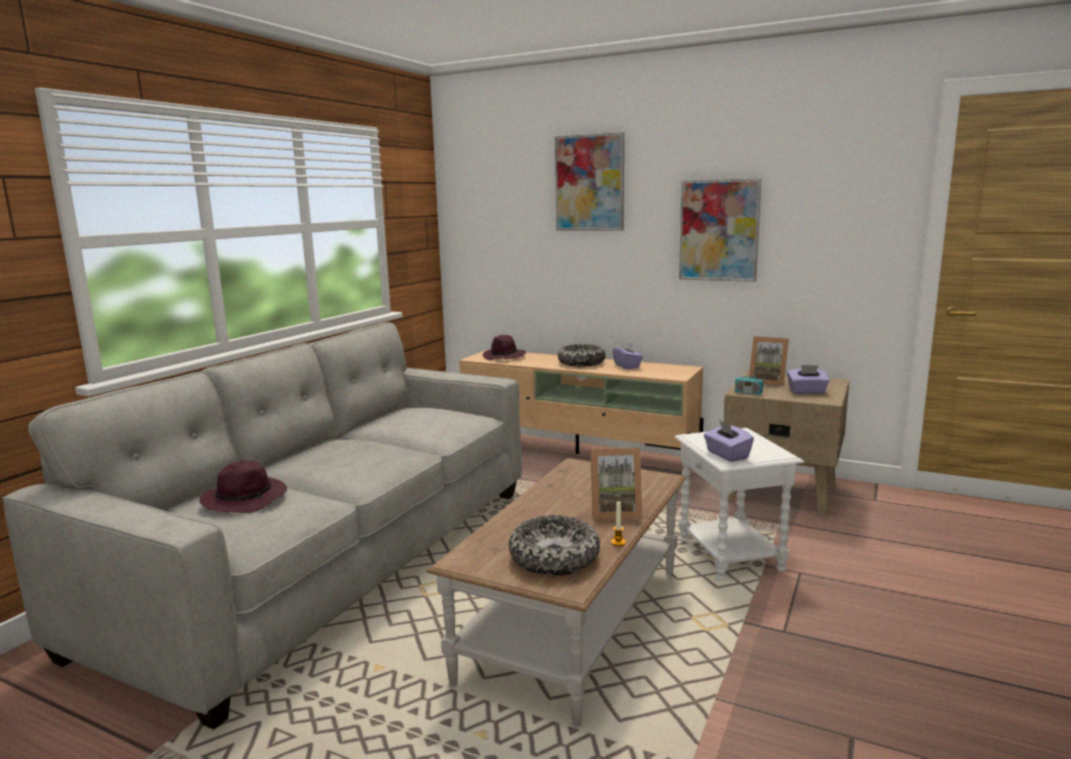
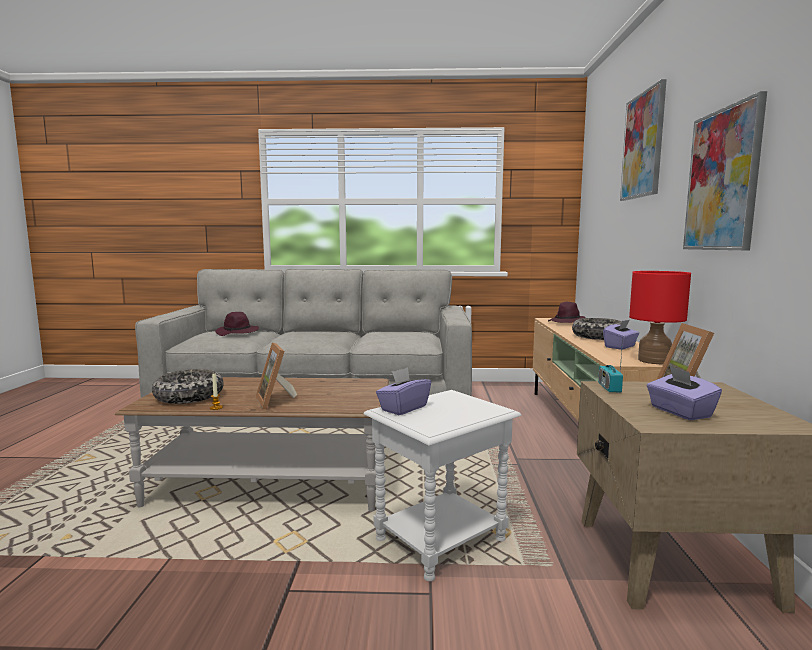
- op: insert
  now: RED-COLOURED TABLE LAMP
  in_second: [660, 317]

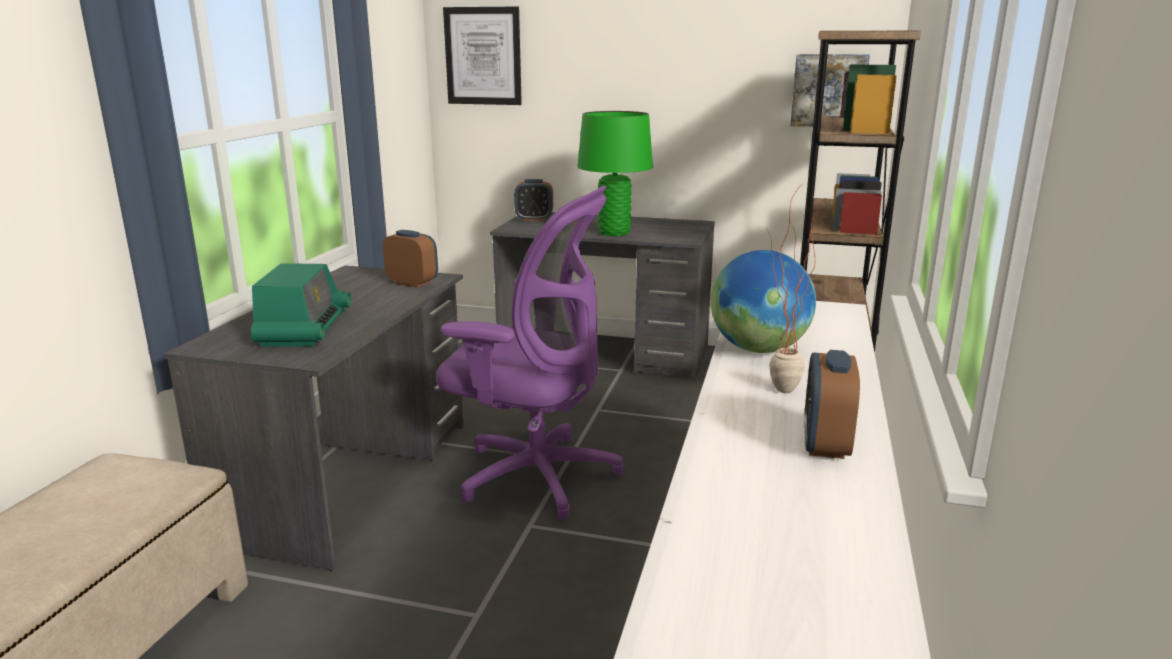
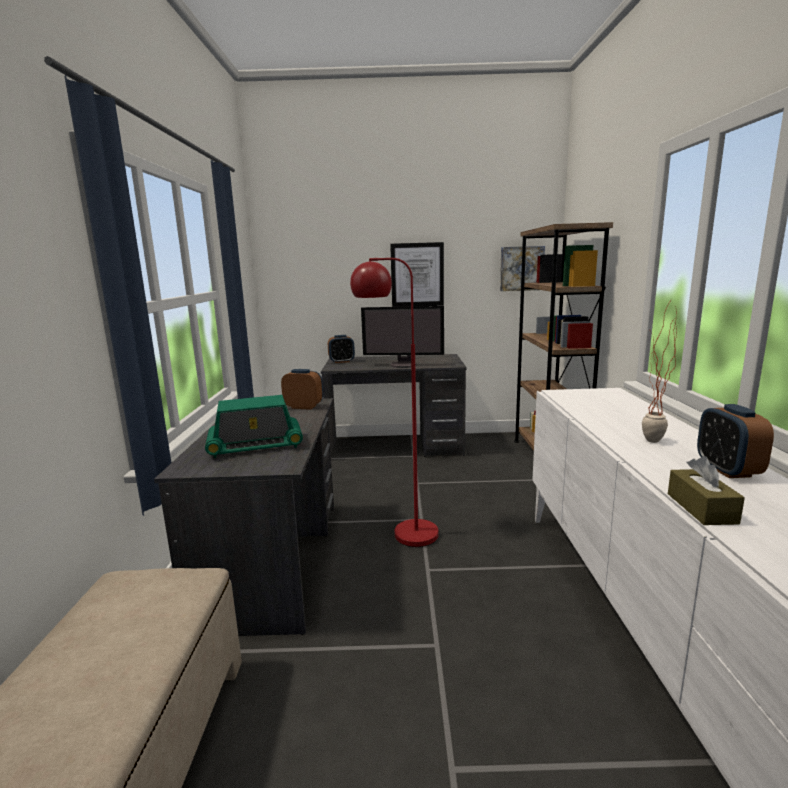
- op: rotate
  was: RADIO
  in_first: [301, 305]
  in_second: [254, 426]
  clockwise: 90
- op: replace
  was: PURPLE-COLOURED DESK CHAIR
  now: RED-COLOURED STANDING LAMP
  in_first: [529, 352]
  in_second: [394, 402]
- op: move
  was: WALL ART
  in_first: [482, 56]
  in_second: [417, 274]
- op: replace
  was: GREEN-COLOURED TABLE LAMP
  now: COMPUTER SCREEN
  in_first: [615, 173]
  in_second: [402, 337]
- op: delete
  was: GLOBE
  in_first: [763, 301]
- op: insert
  now: BROWN BOX OF TISSUES
  in_second: [706, 490]

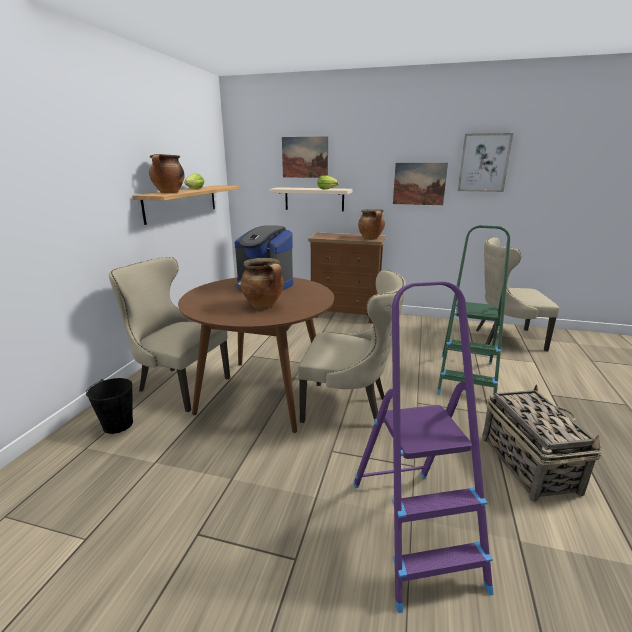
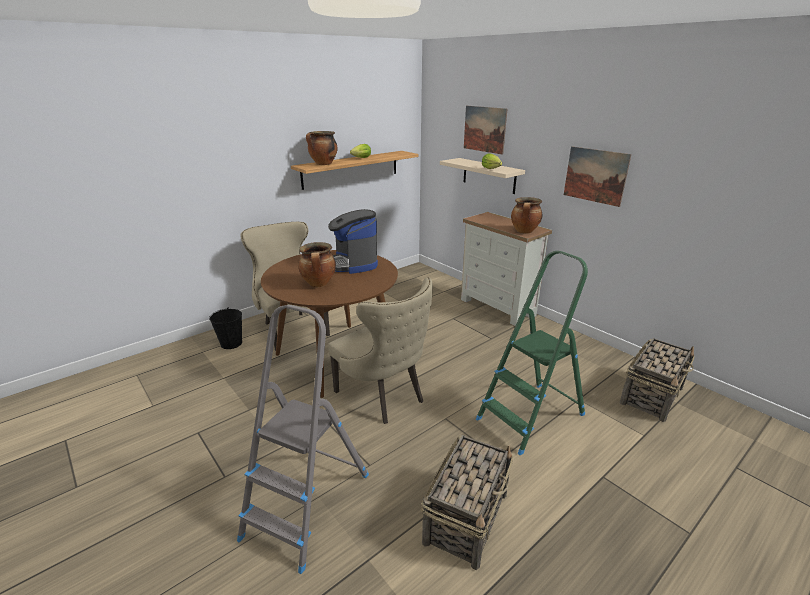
- op: recolor
  was: BROWN CHEST OF DRAWERS
  now: WHITE CHEST OF DRAWERS
  in_first: [347, 277]
  in_second: [506, 269]
- op: recolor
  was: PURPLE-COLOURED STEP LADDER
  now: GREYISH STEP LADDER
  in_first: [423, 447]
  in_second: [303, 439]
- op: delete
  was: WALL ART
  in_first: [485, 162]
- op: replace
  was: BEIGE-COLOURED PLAIN CHAIR
  now: HOUSEHOLD BASKET
  in_first: [518, 294]
  in_second: [657, 380]

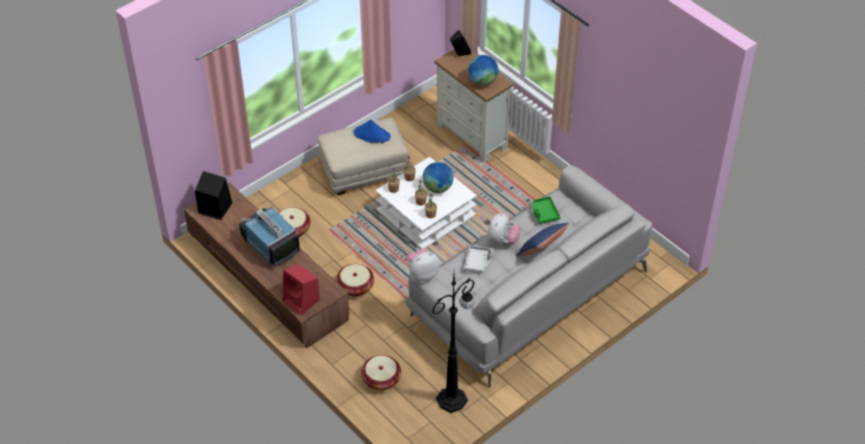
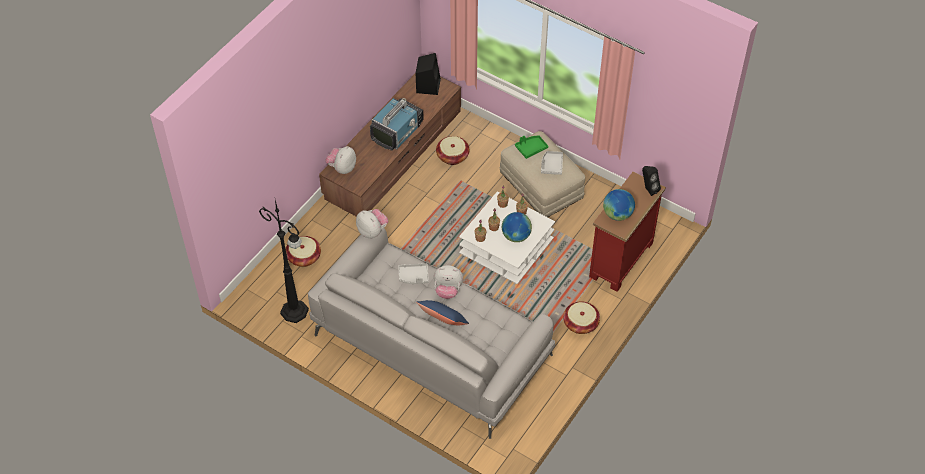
- op: replace
  was: RED-COLOURED SPEAKER
  now: SOFT TOY
  in_first: [301, 290]
  in_second: [340, 160]
- op: move
  was: HOUSEHOLD BASKET
  in_first: [355, 280]
  in_second: [581, 318]
- op: replace
  was: BLUE CLOTHING HAT
  now: GREYISH TRAY
  in_first: [372, 131]
  in_second: [552, 163]
- op: recolor
  was: WHITE CHEST OF DRAWERS
  now: RED-COLOURED CHEST OF DRAWERS
  in_first: [474, 105]
  in_second: [627, 231]
- op: move
  was: GREEN-COLOURED TRAY
  in_first: [547, 210]
  in_second: [531, 147]

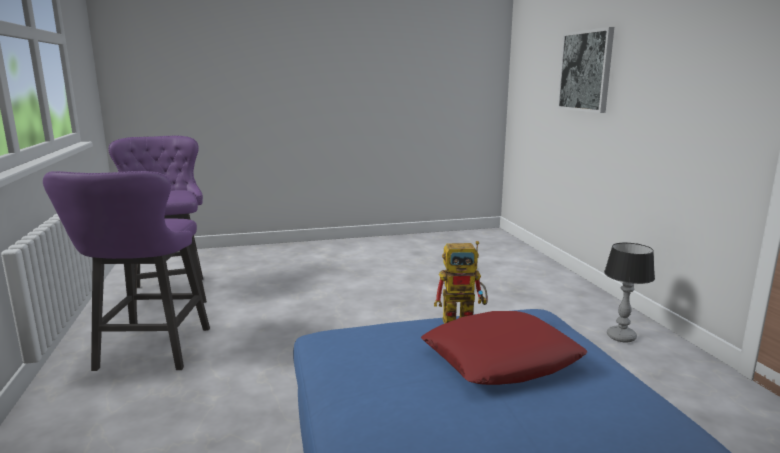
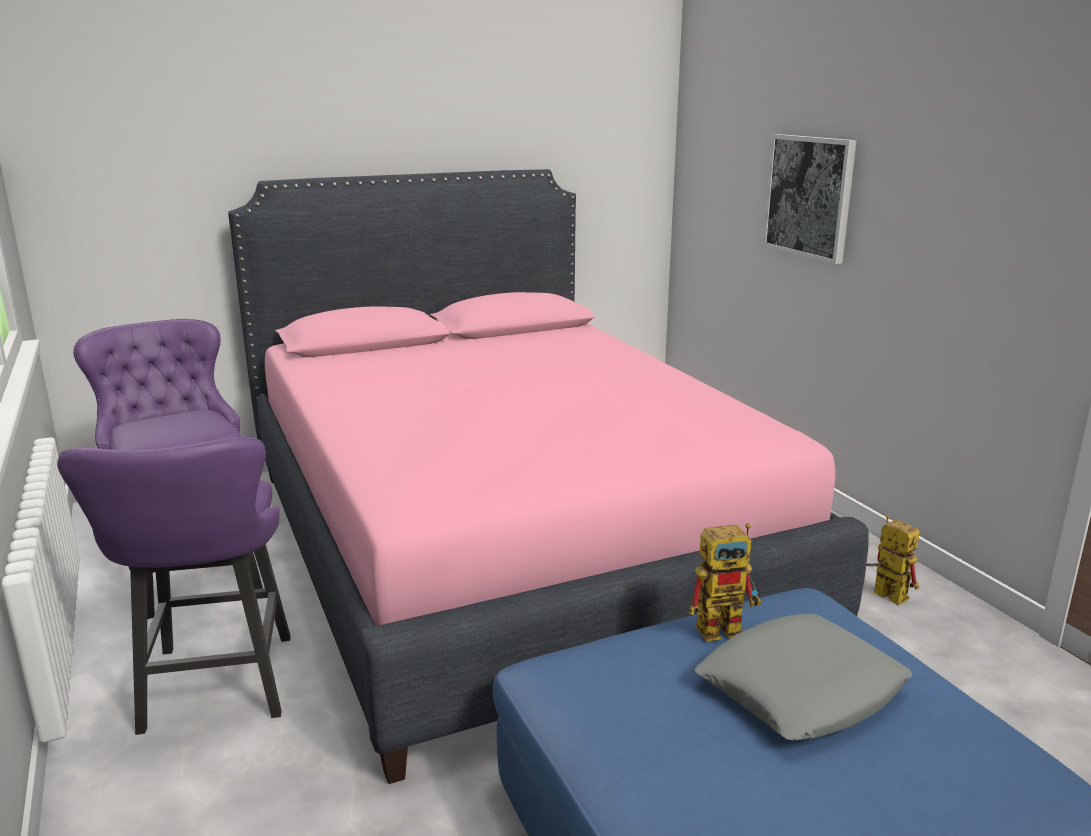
- op: recolor
  was: RED-COLOURED CUSHION
  now: GREYISH CUSHION
  in_first: [504, 348]
  in_second: [803, 677]
- op: replace
  was: TABLE LAMP
  now: MODEL ROBOT
  in_first: [629, 293]
  in_second: [893, 560]
- op: insert
  now: PINK-COLOURED BEDROOM BED
  in_second: [548, 476]

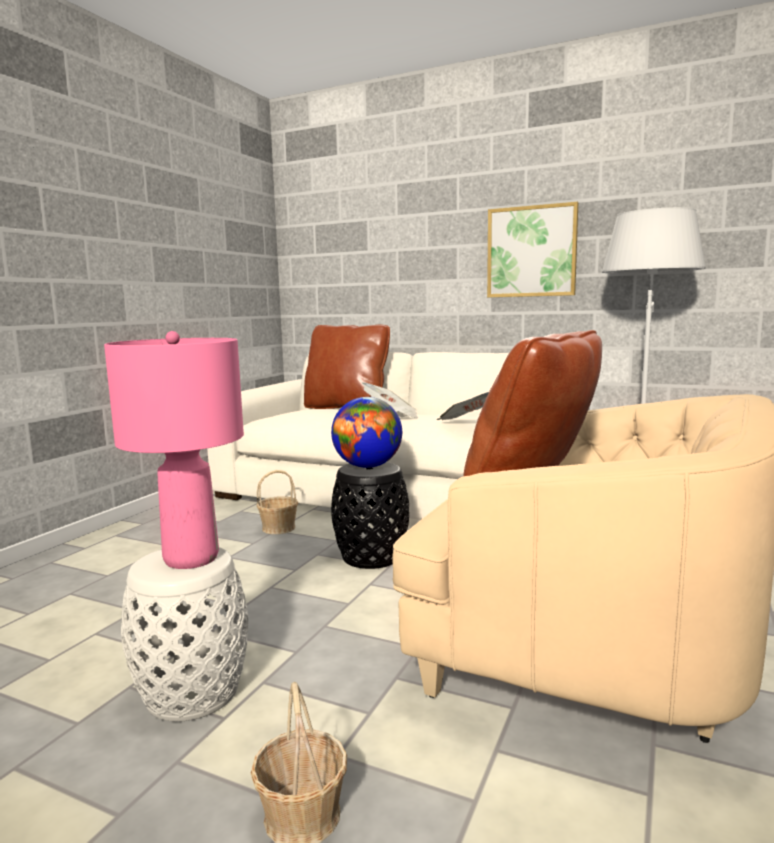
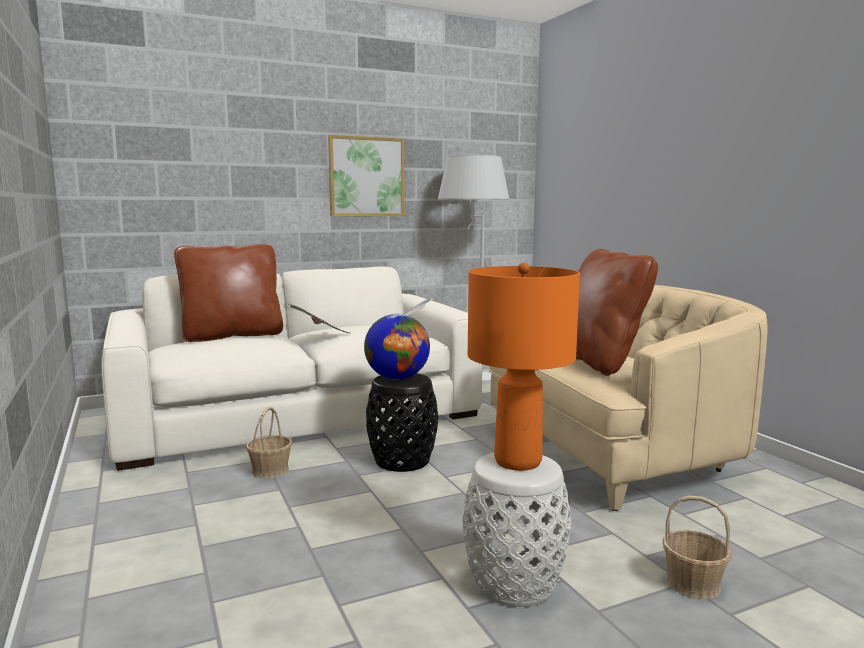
- op: recolor
  was: PINK-COLOURED TABLE LAMP
  now: ORANGE-COLOURED TABLE LAMP
  in_first: [174, 450]
  in_second: [524, 367]

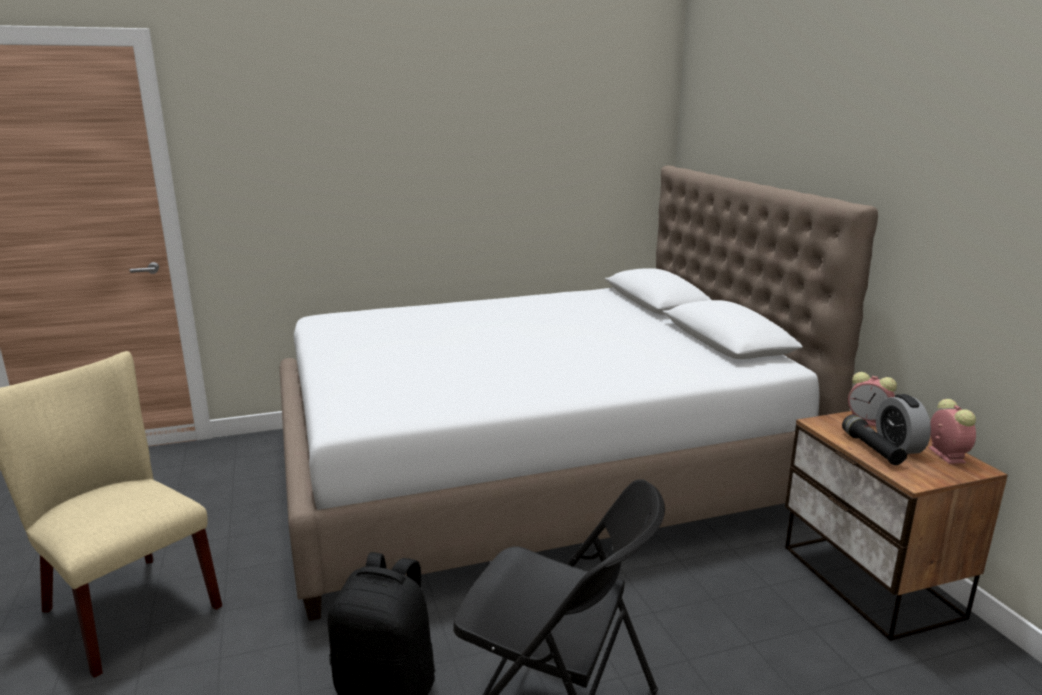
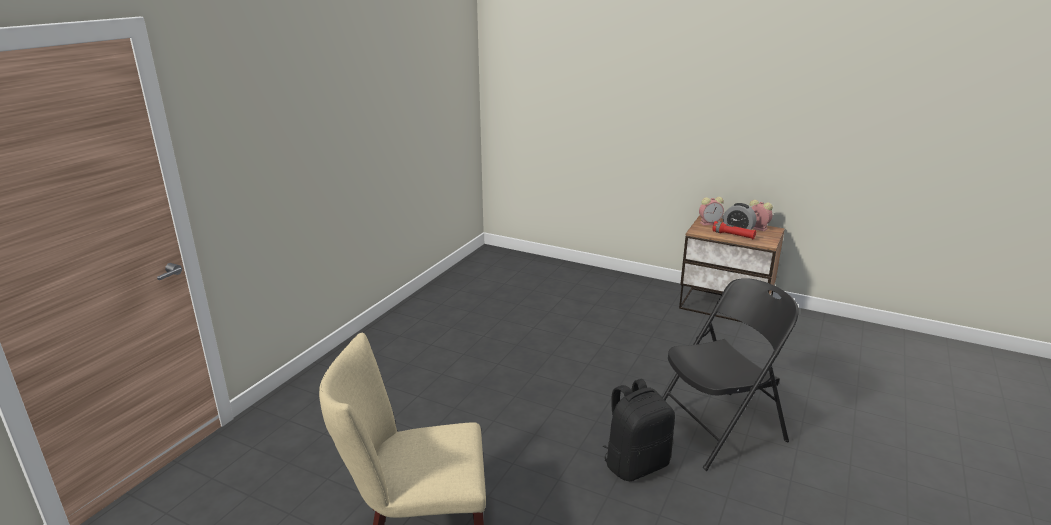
- op: delete
  was: WHITE BEDROOM BED
  in_first: [578, 393]
- op: recolor
  was: BLACK-COLOURED HAND TORCH
  now: RED-COLOURED HAND TORCH
  in_first: [875, 440]
  in_second: [734, 230]

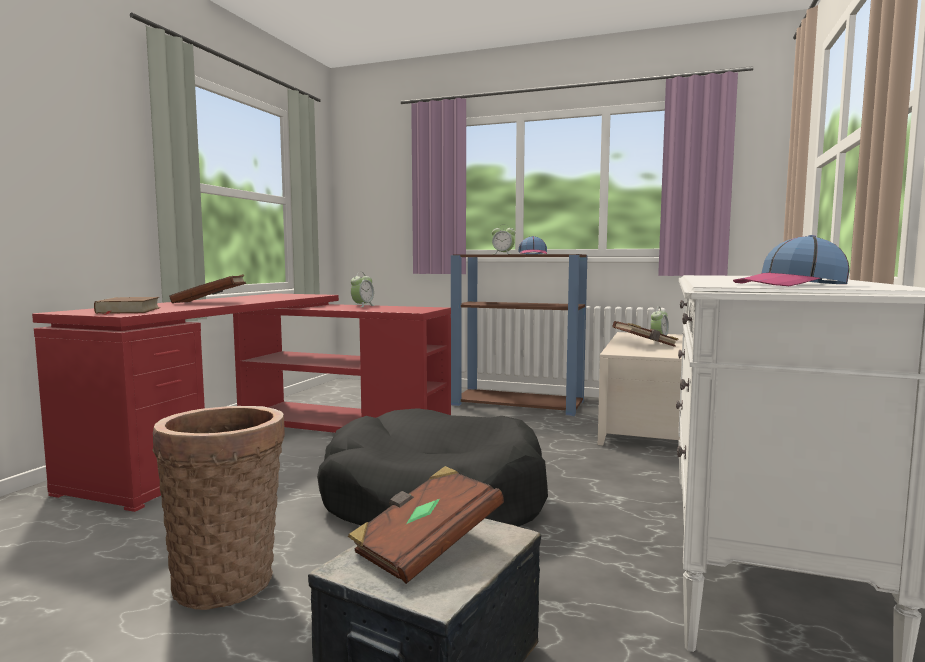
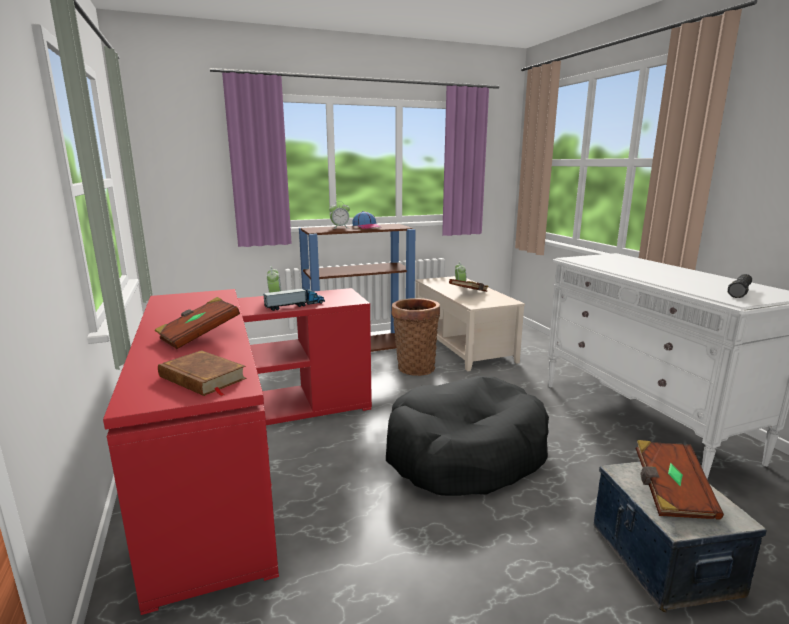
- op: move
  was: HOUSEHOLD BASKET
  in_first: [218, 508]
  in_second: [416, 337]
- op: replace
  was: PEAKED CAP
  now: BLACK-COLOURED HAND TORCH
  in_first: [791, 260]
  in_second: [740, 286]
- op: insert
  now: TOY LORRY
  in_second: [294, 299]

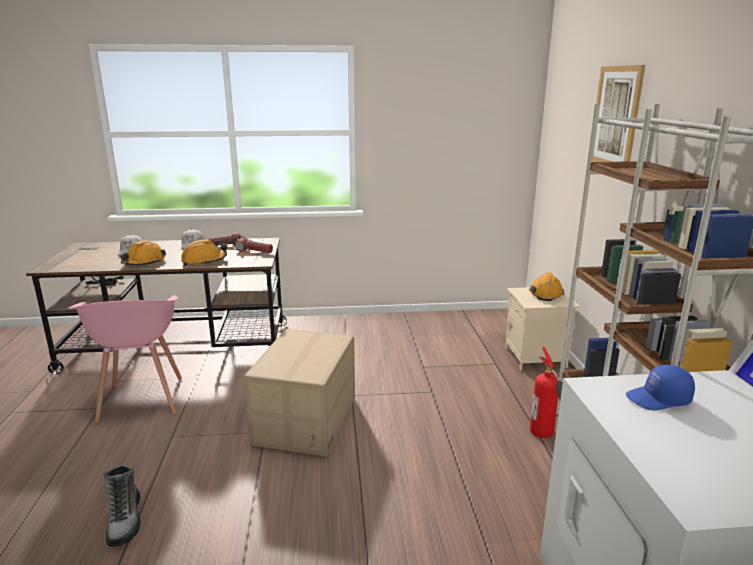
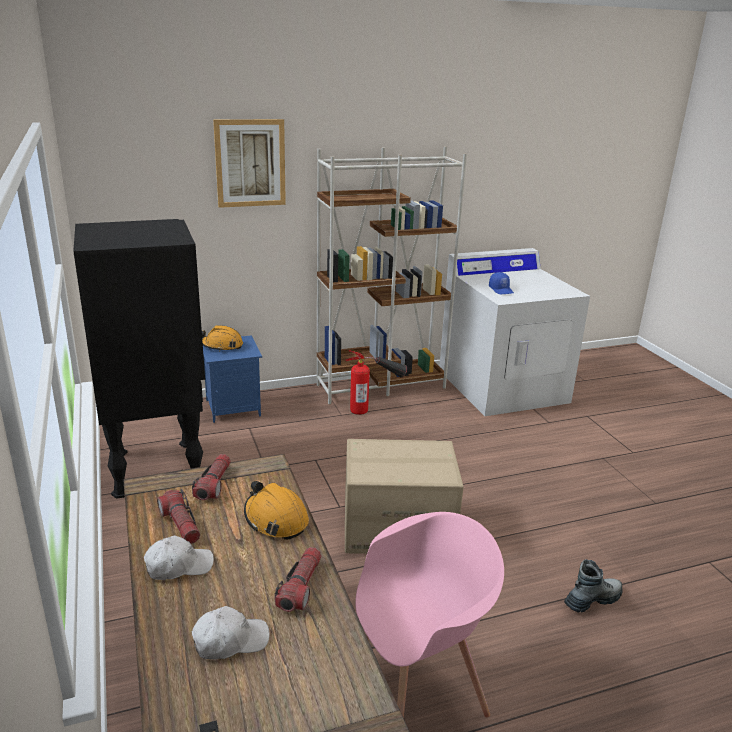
- op: replace
  was: ORANGE-COLOURED SAFETY HELMET
  now: HAND TORCH
  in_first: [143, 253]
  in_second: [298, 579]
- op: recolor
  was: BEIGE-COLOURED NIGHT TABLE
  now: BLUE NIGHT TABLE
  in_first: [542, 328]
  in_second: [232, 379]
- op: insert
  now: BLACK-COLOURED STORAGE CABINET
  in_second: [139, 359]

